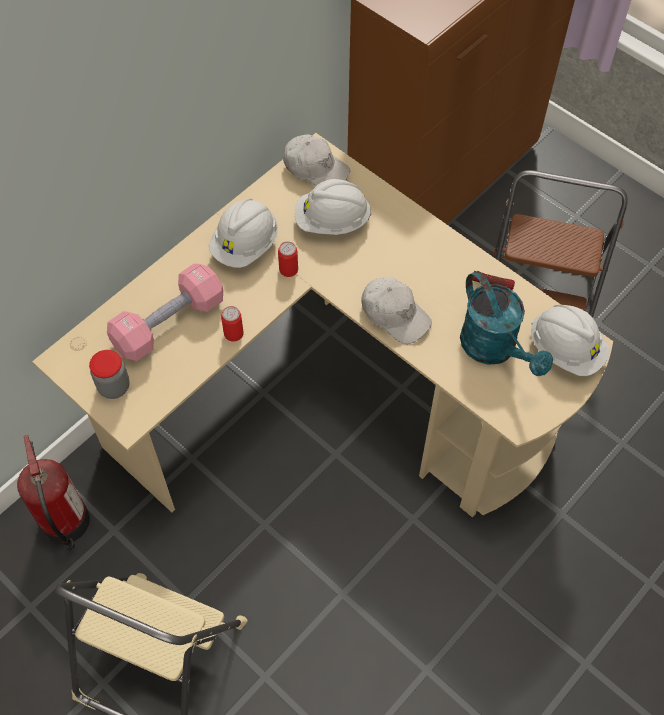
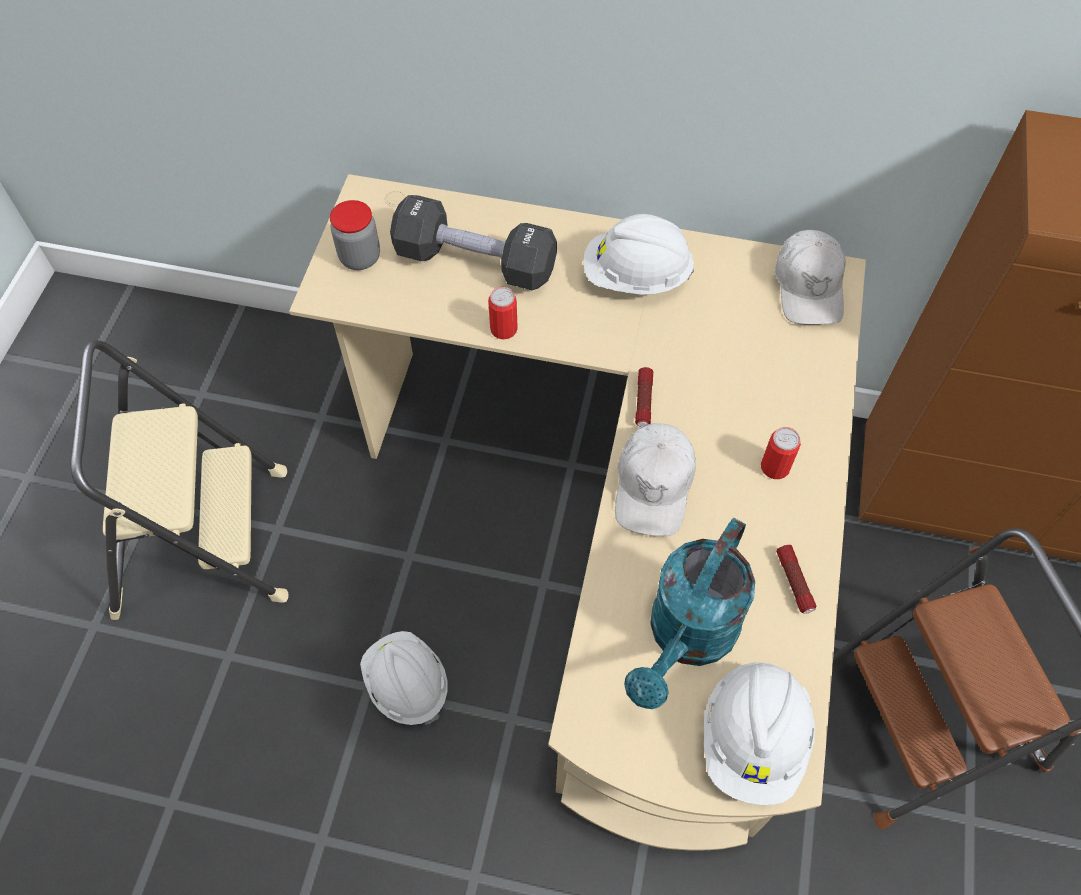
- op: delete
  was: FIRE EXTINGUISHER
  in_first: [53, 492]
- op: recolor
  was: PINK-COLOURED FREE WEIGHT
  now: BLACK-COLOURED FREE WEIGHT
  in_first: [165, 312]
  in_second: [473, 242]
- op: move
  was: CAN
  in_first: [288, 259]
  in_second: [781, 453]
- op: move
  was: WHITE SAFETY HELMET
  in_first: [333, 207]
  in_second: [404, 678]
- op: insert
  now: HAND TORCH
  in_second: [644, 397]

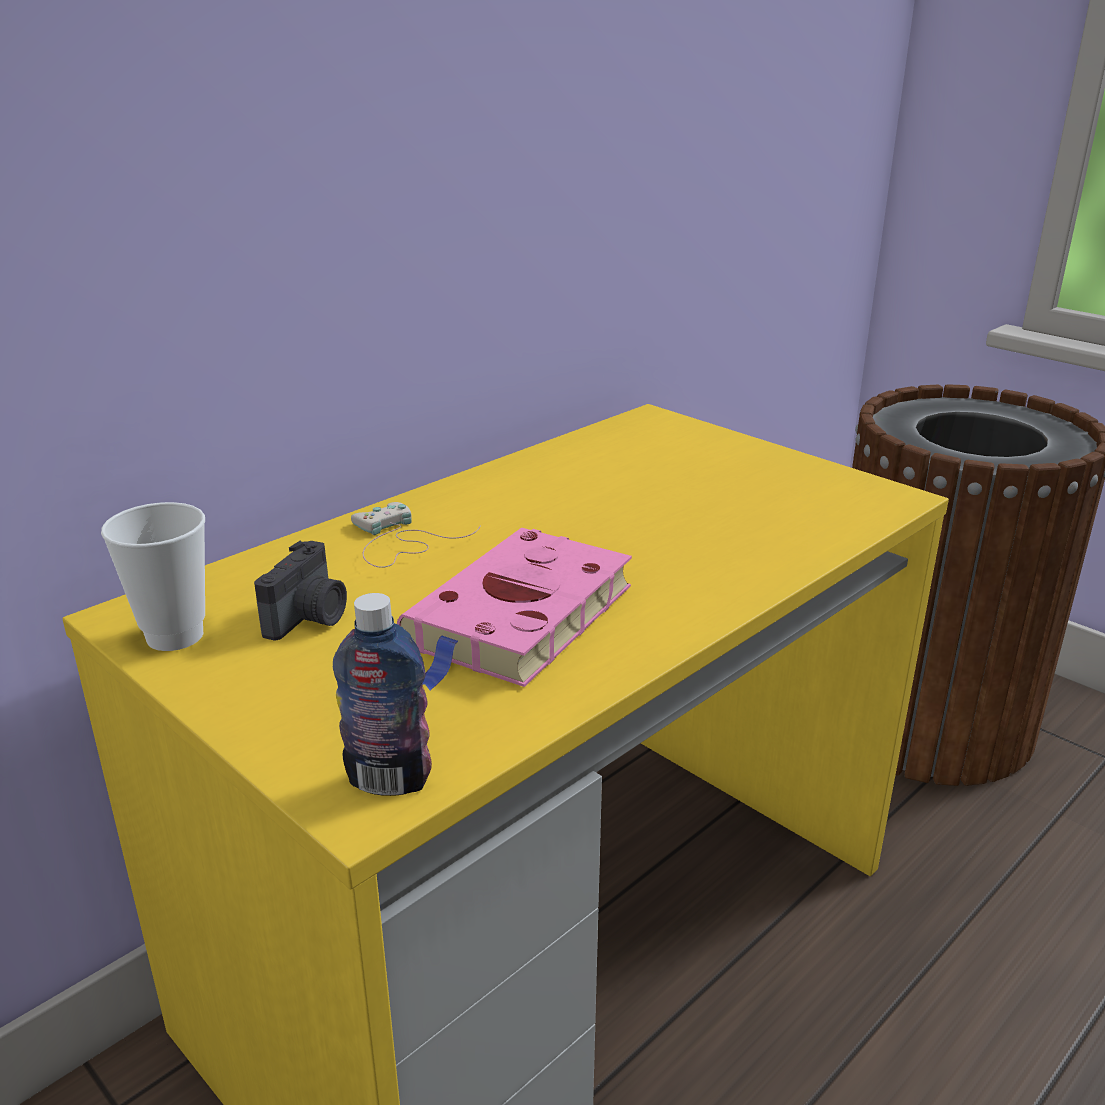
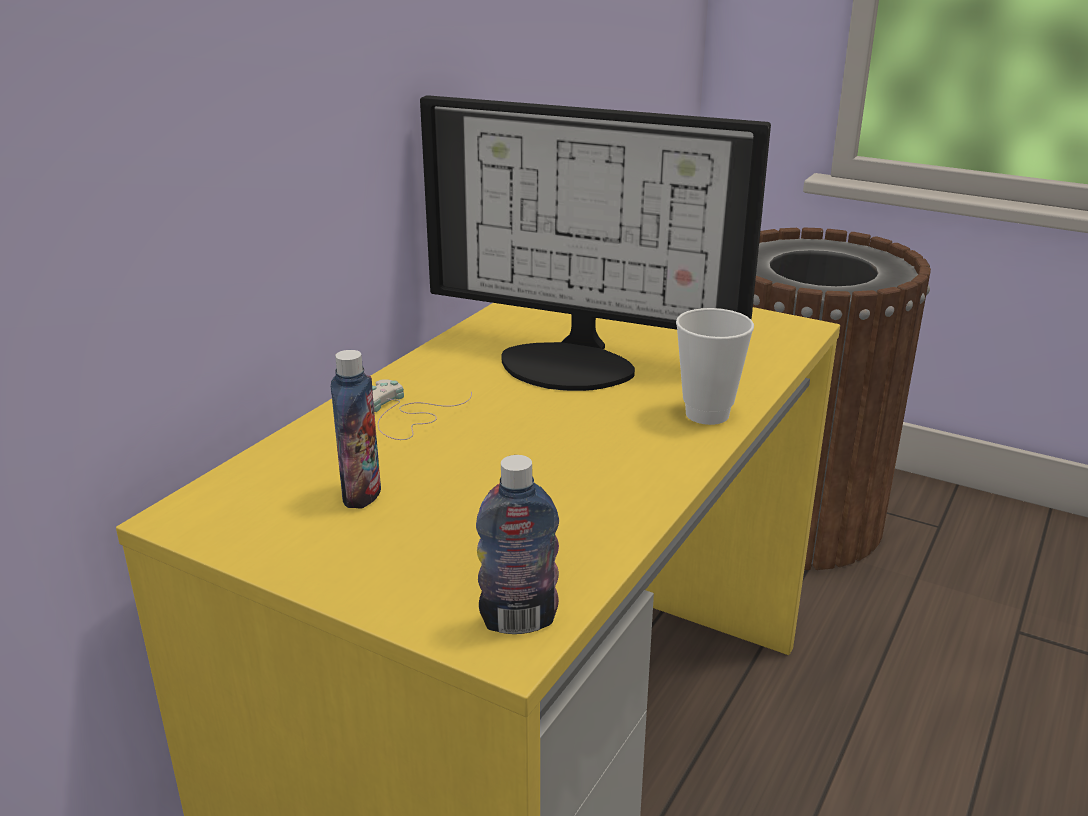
- op: move
  was: DRINKING CUP
  in_first: [153, 576]
  in_second: [715, 366]
- op: replace
  was: PHOTO CAMERA
  now: BEVERAGE BOTTLE
  in_first: [300, 590]
  in_second: [356, 429]
- op: delete
  was: PINK-COLOURED BOUND BOOK
  in_first: [514, 609]
- op: insert
  now: COMPUTER SCREEN
  in_second: [595, 243]

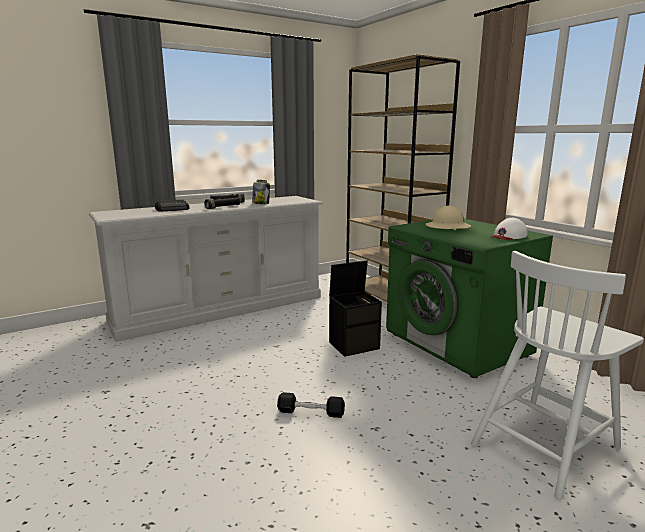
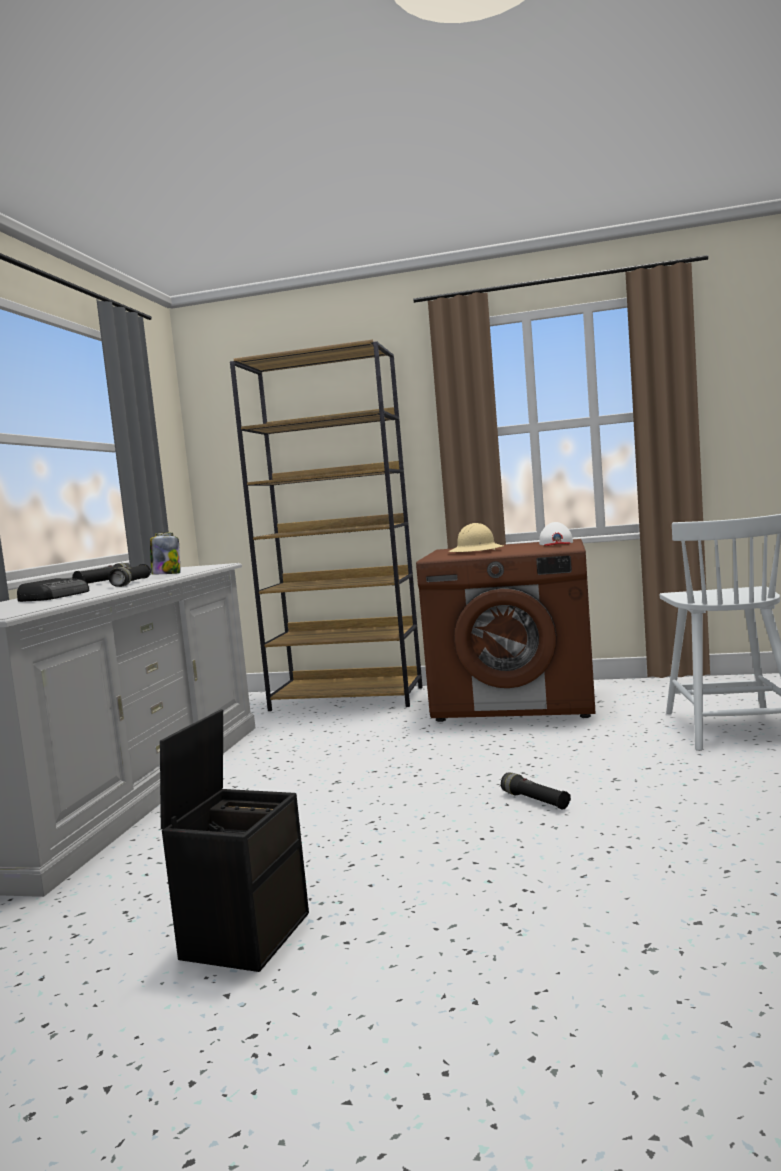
- op: replace
  was: BLACK-COLOURED FREE WEIGHT
  now: BLACK-COLOURED HAND TORCH
  in_first: [311, 405]
  in_second: [536, 791]
- op: move
  was: BLACK-COLOURED STORAGE BIN
  in_first: [355, 309]
  in_second: [234, 840]
- op: recolor
  was: GREEN-COLOURED LAUNDRY APPLIANCE
  now: BROWN LAUNDRY APPLIANCE
  in_first: [469, 298]
  in_second: [505, 630]

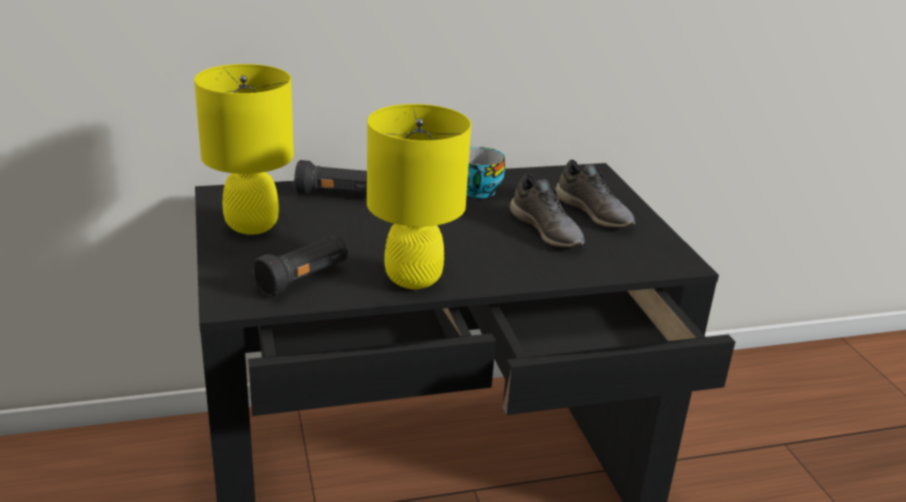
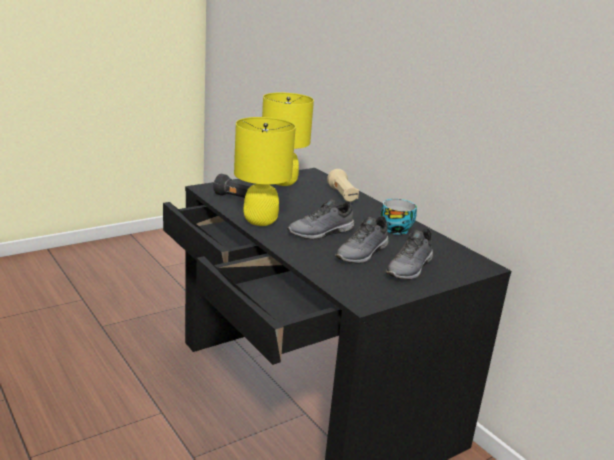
- op: recolor
  was: BLACK-COLOURED HAND TORCH
  now: BEIGE-COLOURED HAND TORCH
  in_first: [330, 177]
  in_second: [343, 185]
- op: insert
  now: GREYISH ITEM OF FOOTWEAR
  in_second: [320, 219]

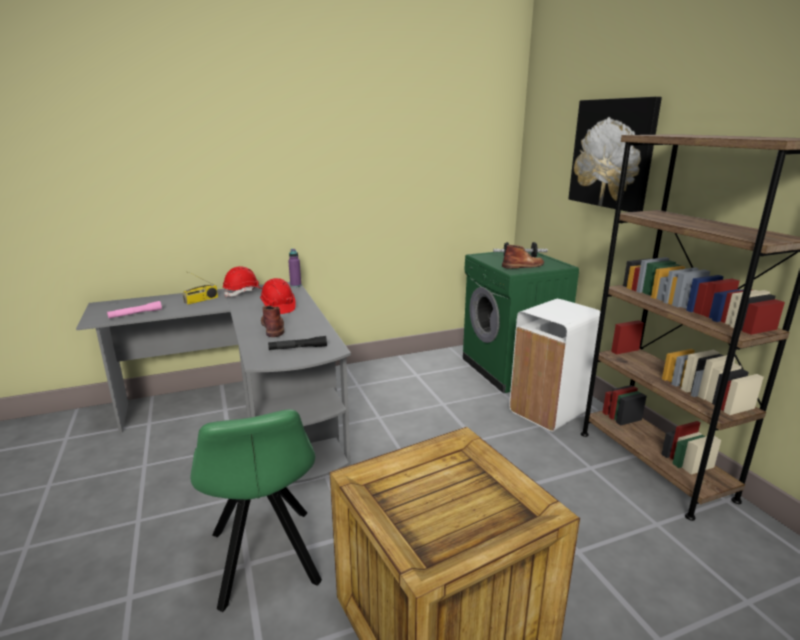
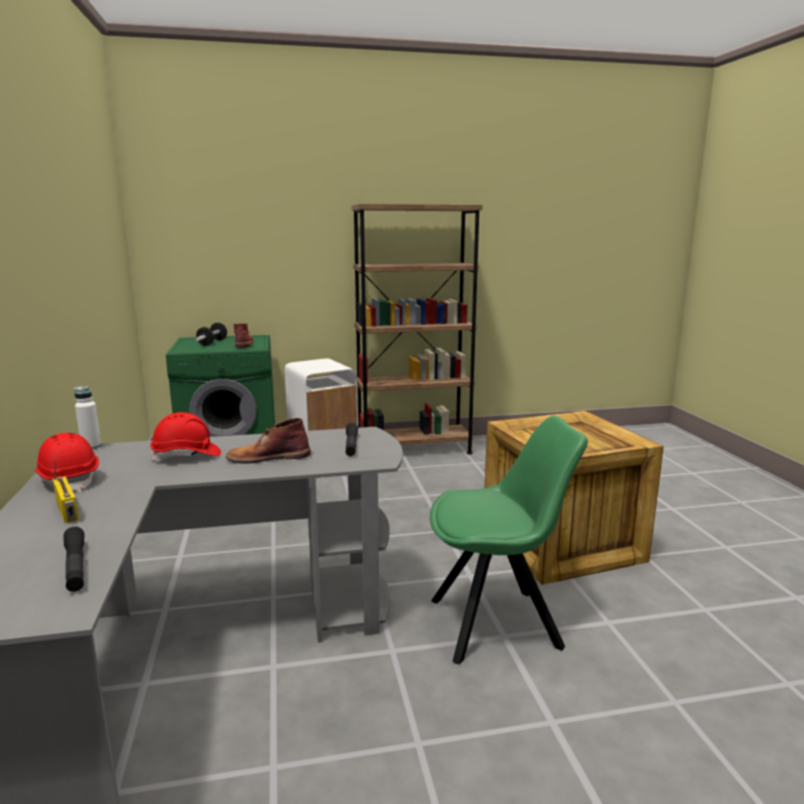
- op: recolor
  was: PINK-COLOURED HAND TORCH
  now: BLACK-COLOURED HAND TORCH
  in_first: [134, 309]
  in_second: [73, 559]
- op: recolor
  was: PURPLE-COLOURED BEVERAGE BOTTLE
  now: WHITE BEVERAGE BOTTLE
  in_first: [294, 268]
  in_second: [87, 417]
- op: delete
  was: WALL ART
  in_first: [615, 154]

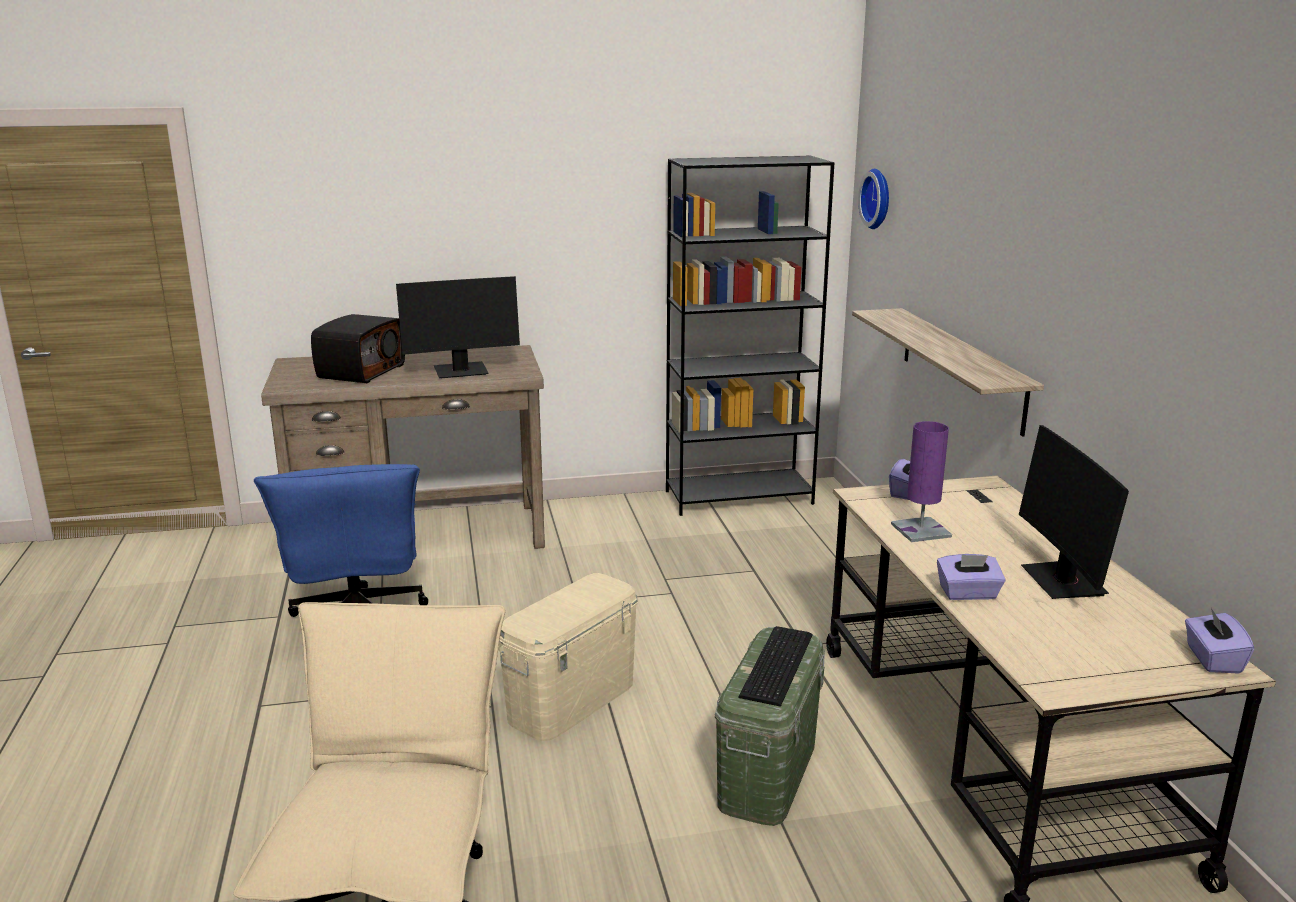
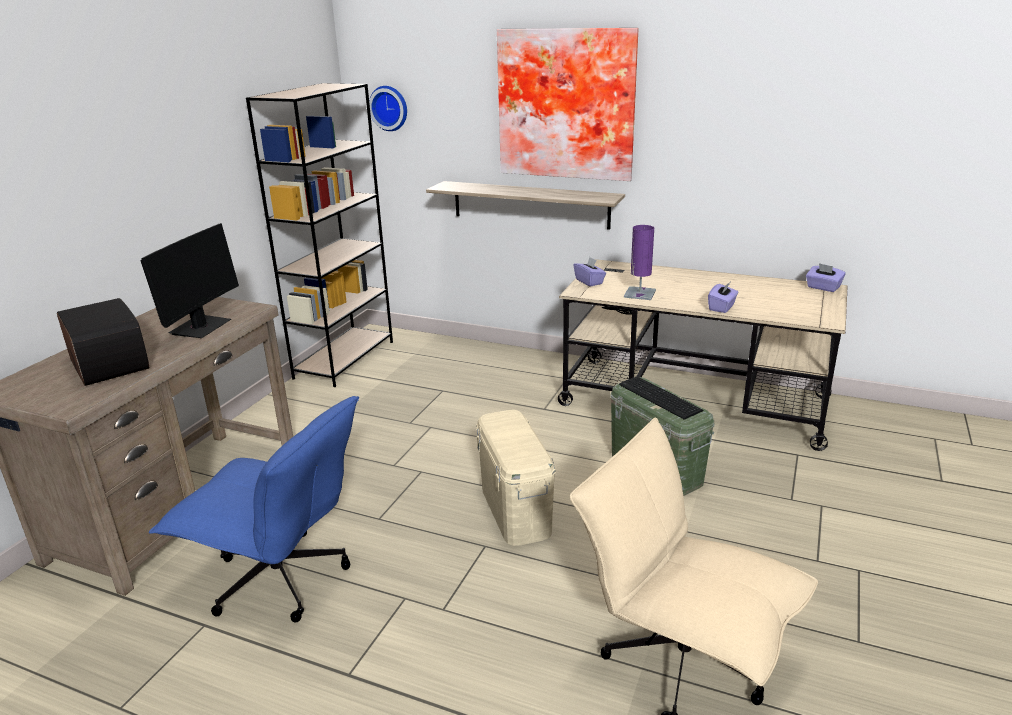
- op: recolor
  was: BLACK-COLOURED BOOKCASE
  now: BEIGE-COLOURED BOOKCASE
  in_first: [750, 336]
  in_second: [319, 235]
- op: delete
  was: COMPUTER SCREEN
  in_first: [1074, 512]
- op: insert
  now: WALL ART
  in_second: [568, 104]

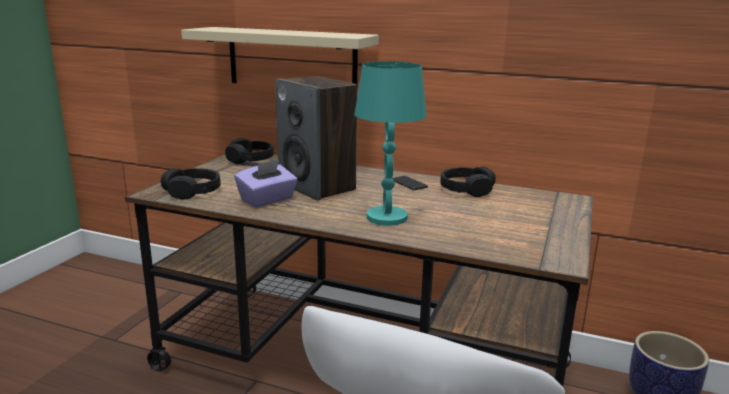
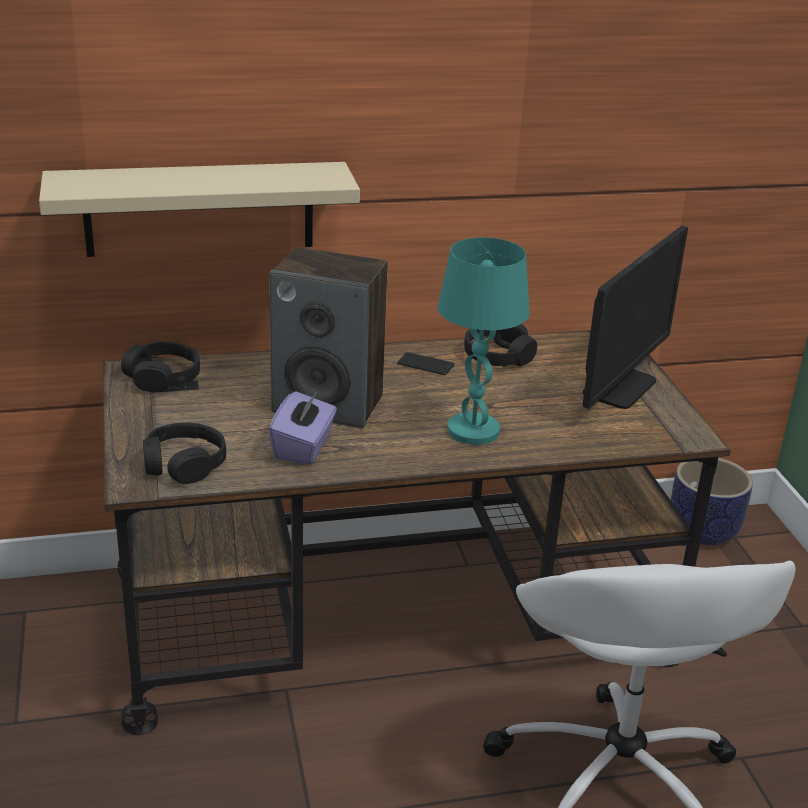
- op: insert
  now: COMPUTER SCREEN
  in_second: [635, 317]

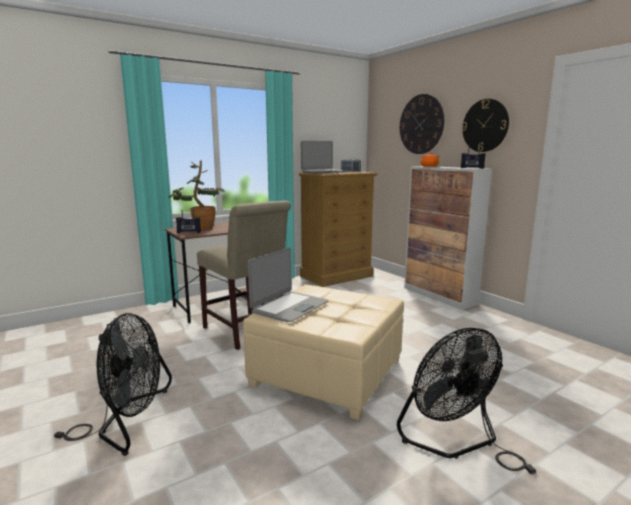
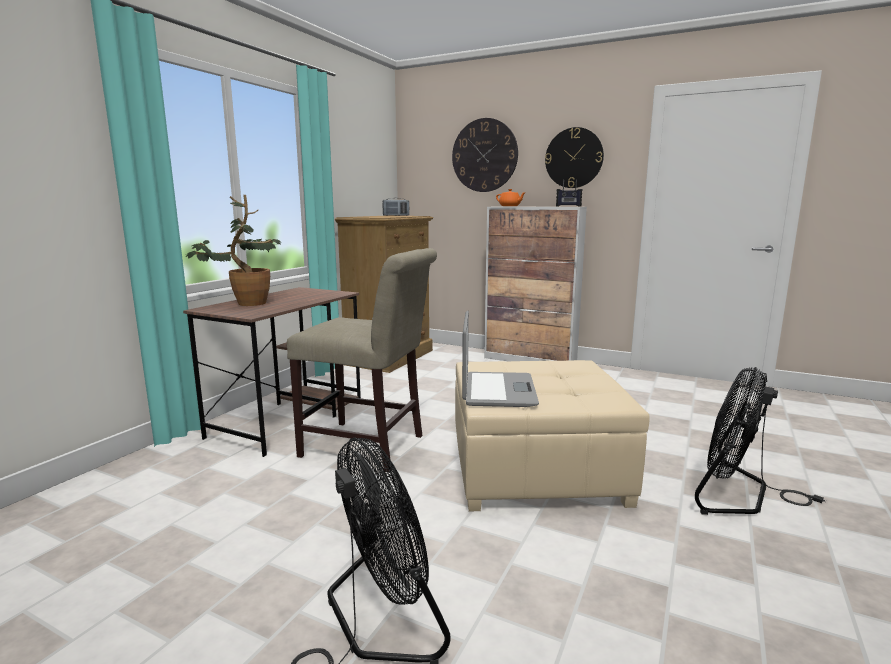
- op: delete
  was: RADIO
  in_first: [188, 221]
- op: delete
  was: PORTABLE COMPUTER
  in_first: [324, 157]

